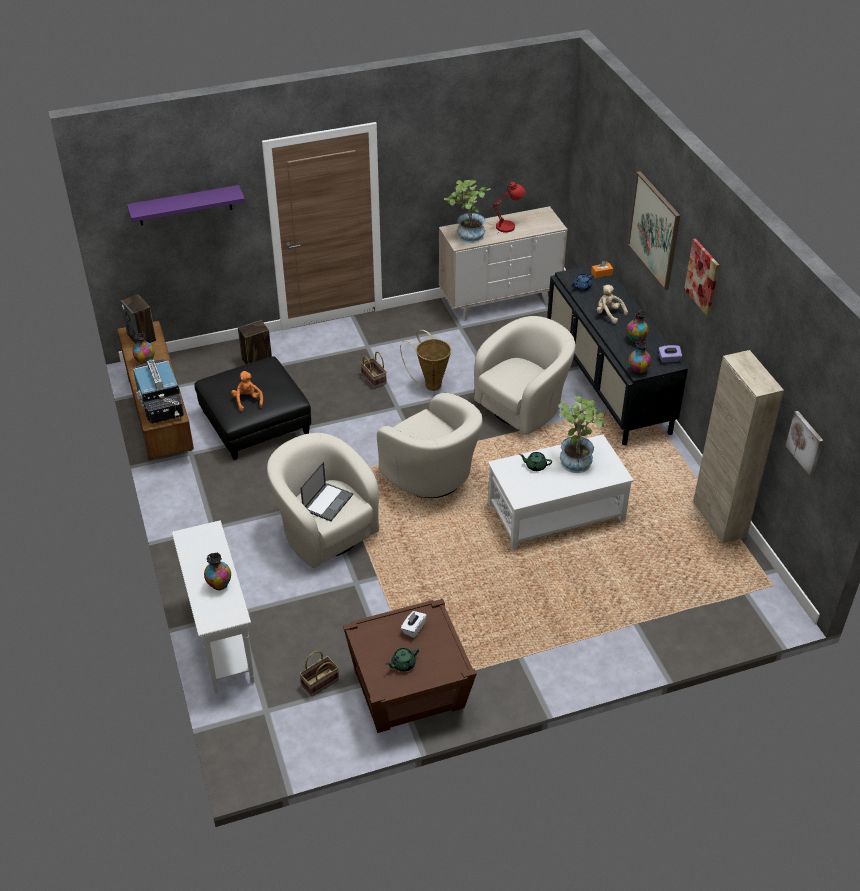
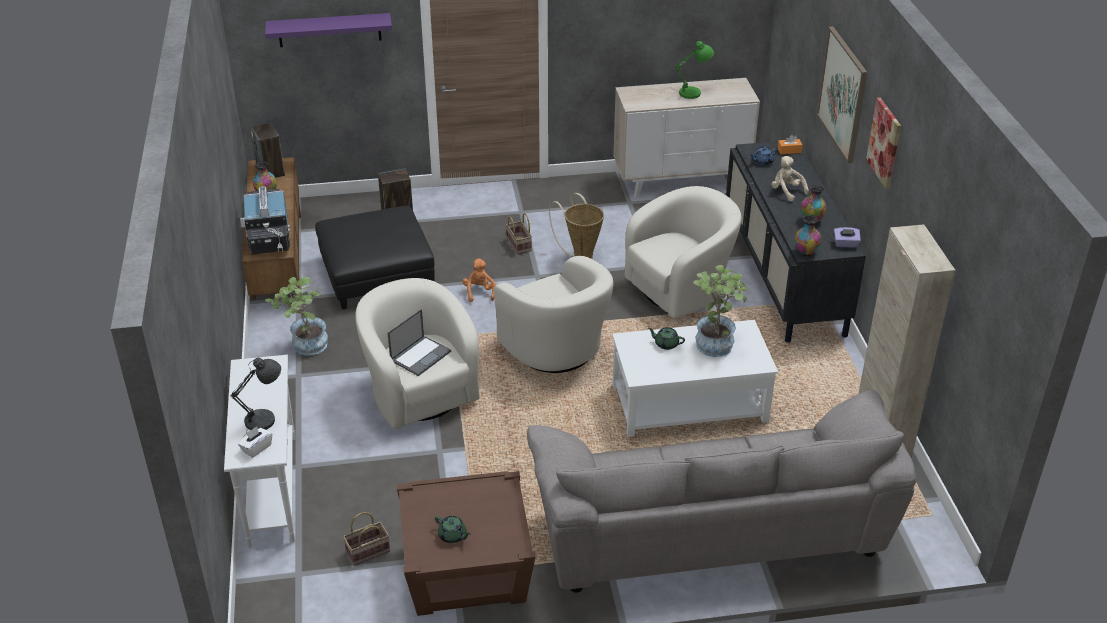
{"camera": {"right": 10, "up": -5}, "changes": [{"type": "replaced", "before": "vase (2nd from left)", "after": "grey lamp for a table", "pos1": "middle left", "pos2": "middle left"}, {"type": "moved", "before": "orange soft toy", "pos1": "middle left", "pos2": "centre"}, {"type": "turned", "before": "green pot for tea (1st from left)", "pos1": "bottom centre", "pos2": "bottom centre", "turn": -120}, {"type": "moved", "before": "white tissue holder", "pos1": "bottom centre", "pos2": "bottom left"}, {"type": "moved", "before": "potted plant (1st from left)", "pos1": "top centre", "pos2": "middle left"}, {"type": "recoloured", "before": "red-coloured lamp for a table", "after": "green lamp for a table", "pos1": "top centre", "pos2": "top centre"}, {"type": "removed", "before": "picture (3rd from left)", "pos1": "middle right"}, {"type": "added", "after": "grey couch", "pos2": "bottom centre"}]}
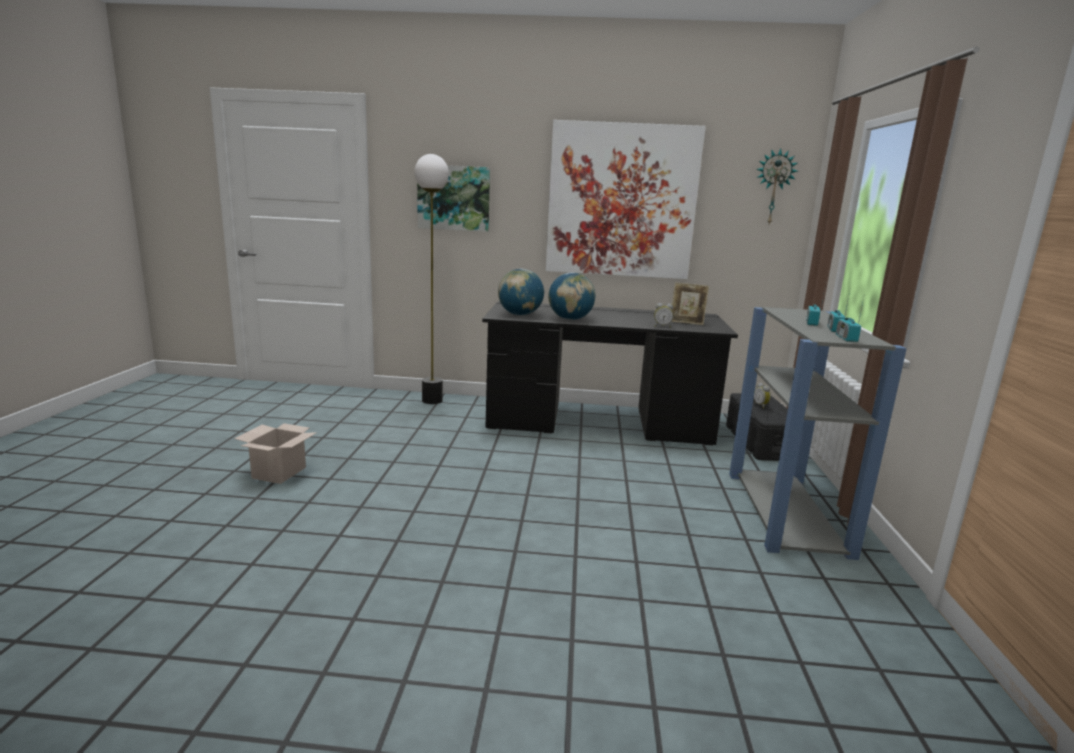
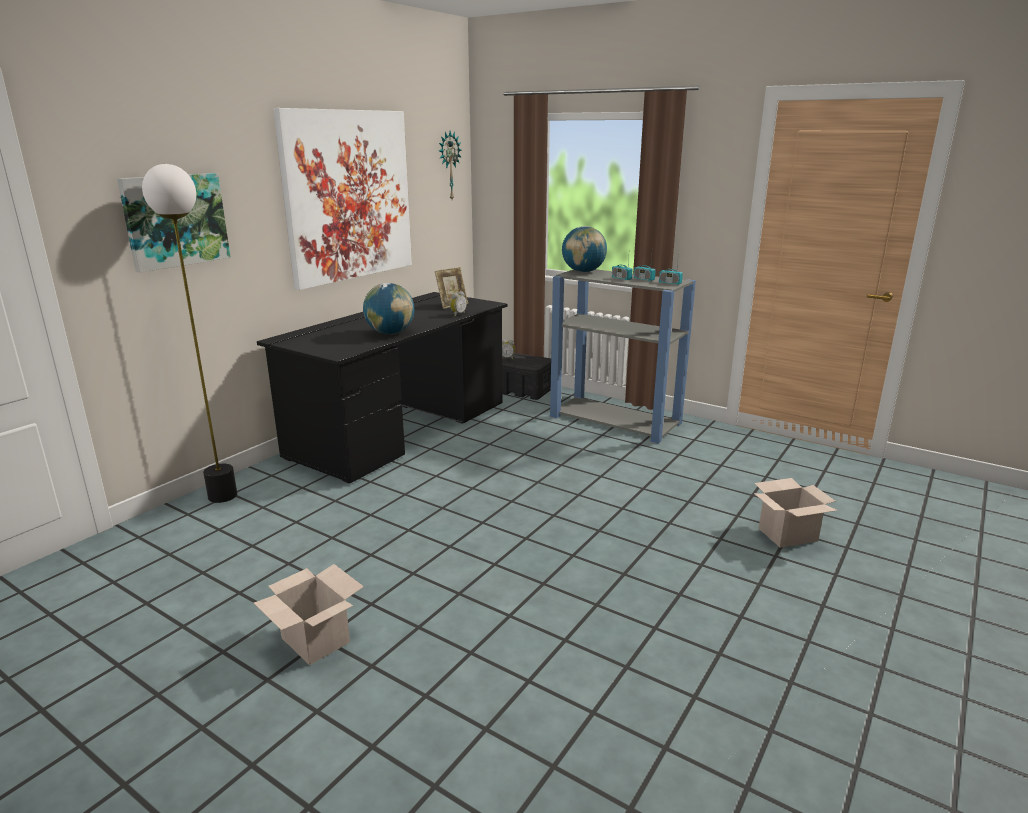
{"camera": {"right": -60, "up": 5}, "changes": [{"type": "moved", "before": "desk globe (1st from left in the first image)", "after": "desk globe (2nd from left)", "pos1": "centre", "pos2": "top centre"}, {"type": "added", "after": "packing box (2nd from left)", "pos2": "middle right"}]}
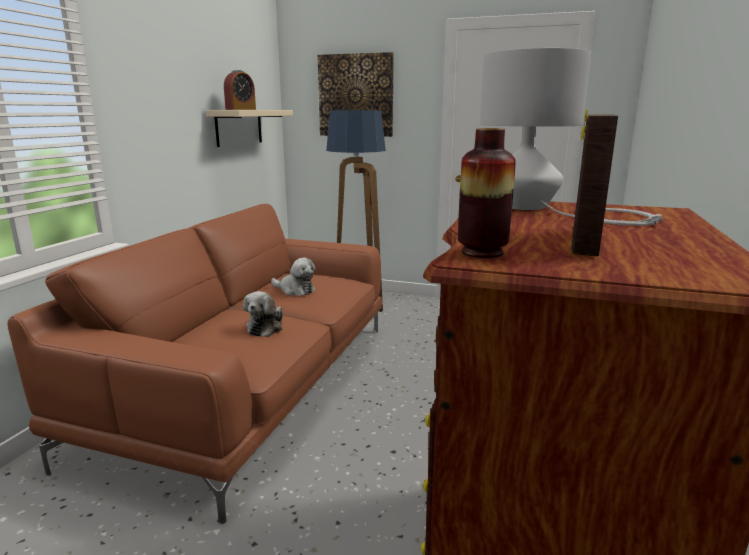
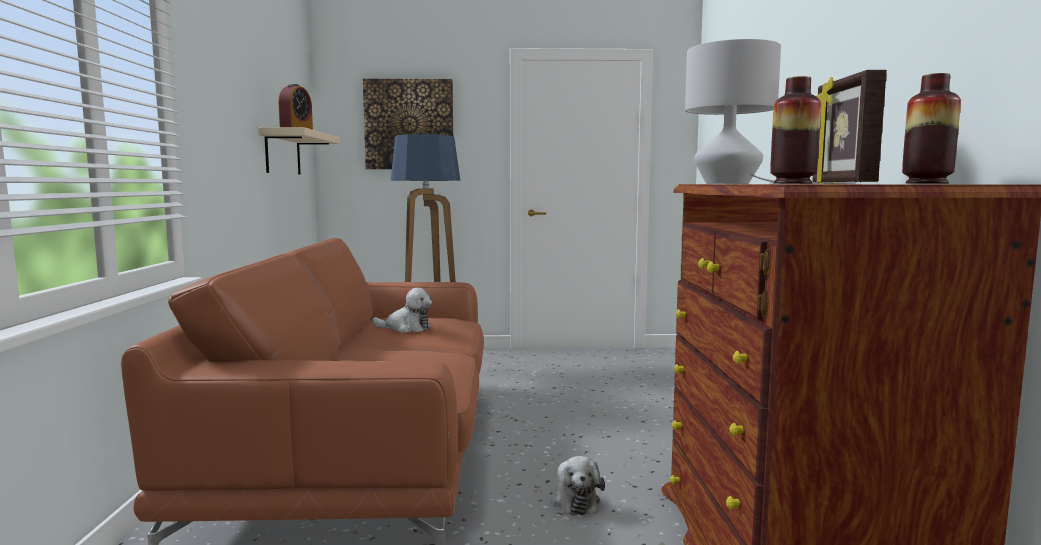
{"camera": {"right": -20, "up": -10}, "changes": [{"type": "moved", "before": "soft toy (1st from left in the first image)", "after": "soft toy (2nd from left)", "pos1": "centre", "pos2": "bottom centre"}, {"type": "added", "after": "vase (2nd from left)", "pos2": "top right"}]}
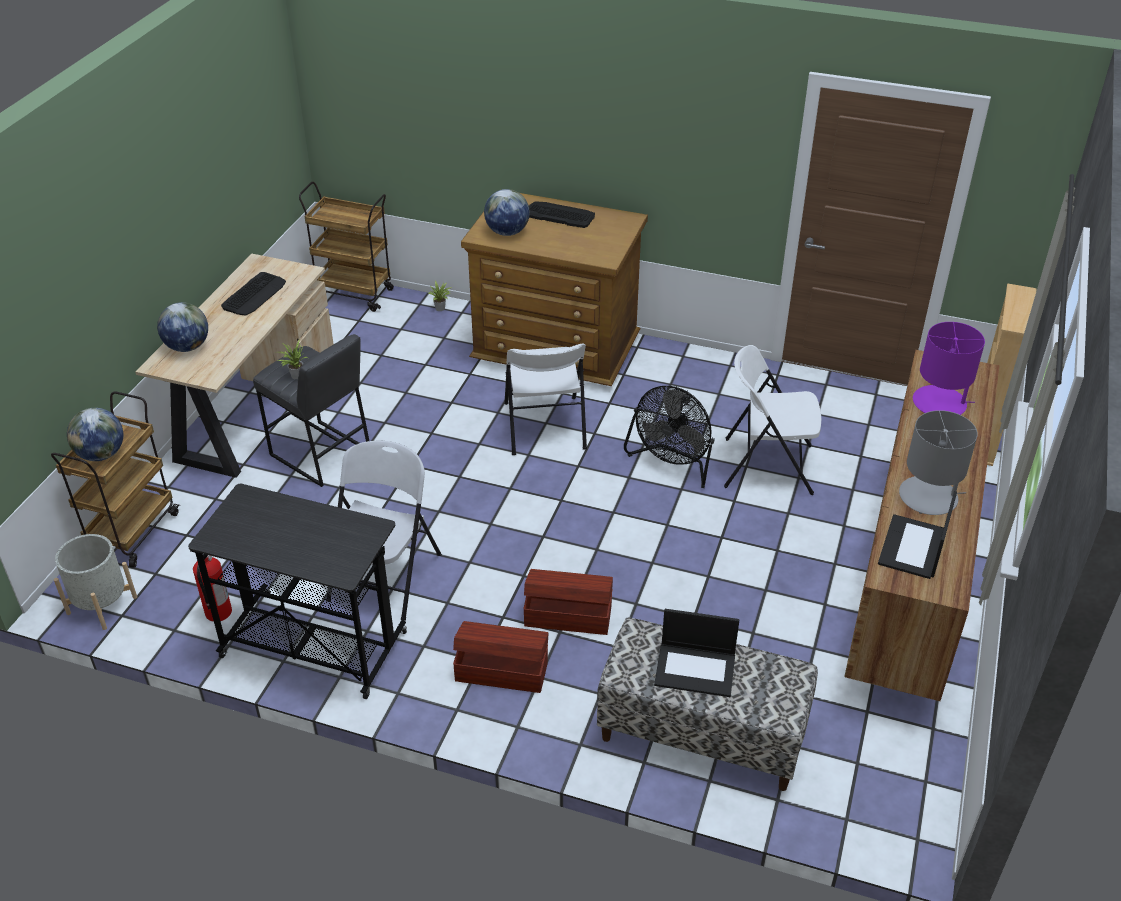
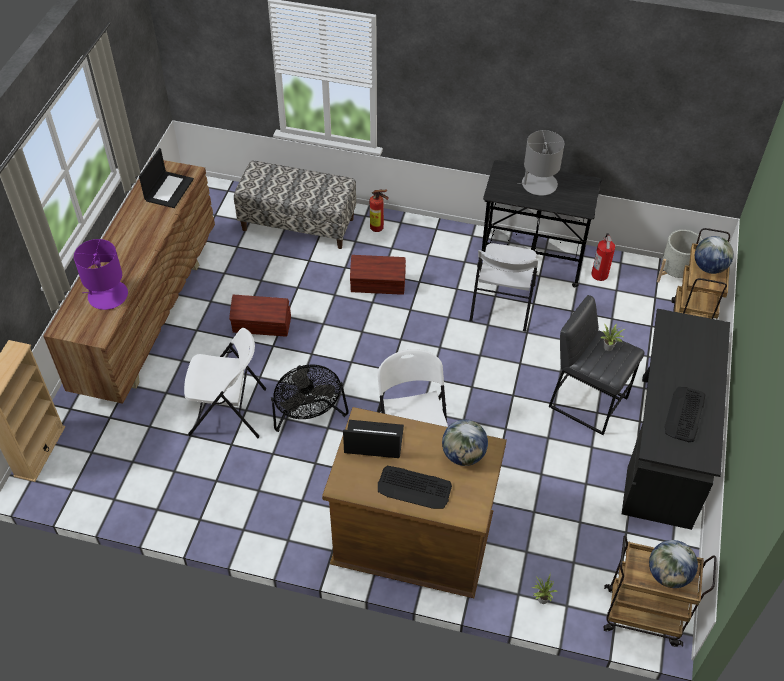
{"camera": {"right": 175, "up": 10}, "changes": [{"type": "recoloured", "before": "sand-coloured desk", "after": "blackish desk (2nd from left)", "pos1": "middle left", "pos2": "middle right"}, {"type": "moved", "before": "desk globe (2nd from left)", "pos1": "middle left", "pos2": "bottom right"}, {"type": "moved", "before": "brown-coloured storage box (1st from left)", "pos1": "bottom centre", "pos2": "middle left"}, {"type": "turned", "before": "blackish fan", "pos1": "centre", "pos2": "centre", "turn": 135}, {"type": "moved", "before": "notebook computer (1st from left in the first image)", "after": "notebook computer (2nd from left)", "pos1": "bottom centre", "pos2": "centre"}, {"type": "moved", "before": "grey lamp for a table", "pos1": "middle right", "pos2": "top right"}, {"type": "added", "after": "fire-fighting cylinder (1st from left)", "pos2": "top centre"}]}
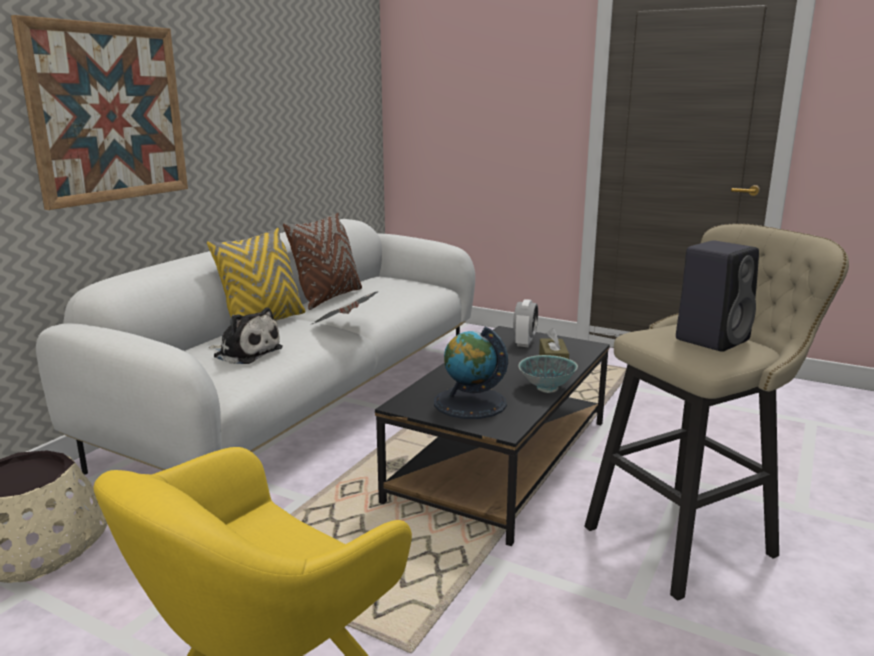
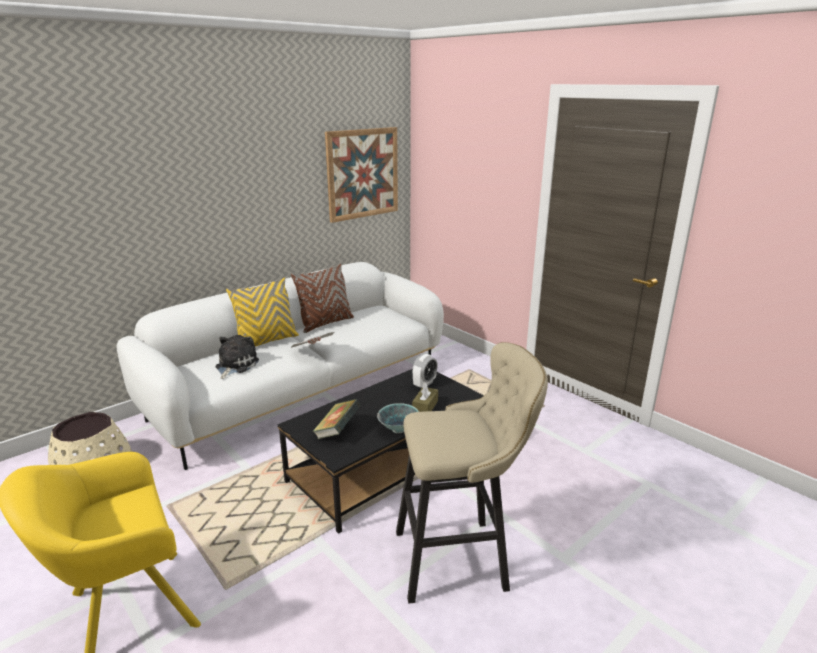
{"camera": {"right": 20, "up": 5}, "changes": [{"type": "moved", "before": "picture", "pos1": "top left", "pos2": "top centre"}, {"type": "turned", "before": "soft toy", "pos1": "middle left", "pos2": "middle left", "turn": -120}, {"type": "replaced", "before": "desk globe", "after": "book", "pos1": "centre", "pos2": "centre"}, {"type": "removed", "before": "blackish loudspeaker", "pos1": "middle right"}]}
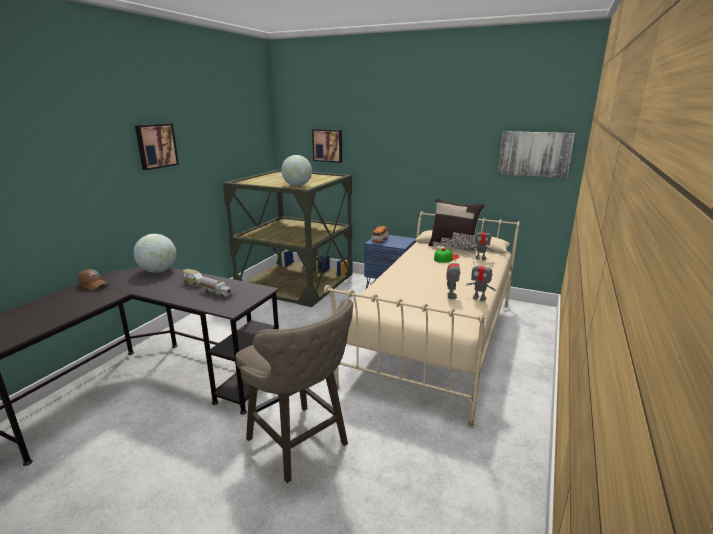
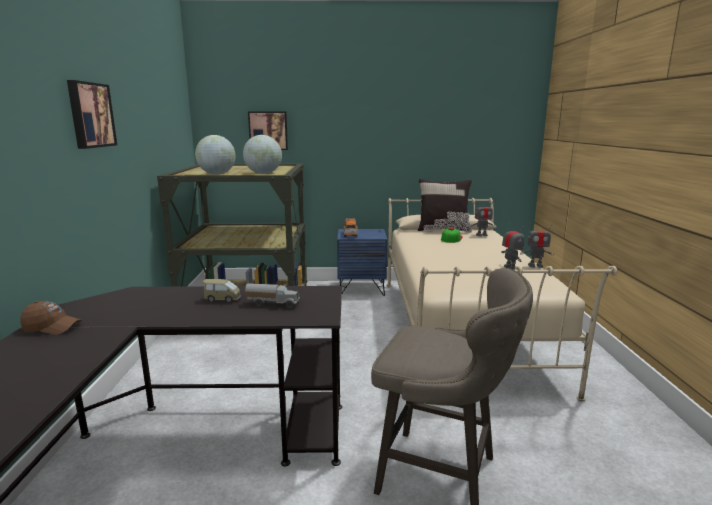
{"camera": {"right": -25, "up": -5}, "changes": [{"type": "moved", "before": "desk globe (1st from left)", "pos1": "middle left", "pos2": "top left"}, {"type": "removed", "before": "picture (3rd from left)", "pos1": "top right"}]}
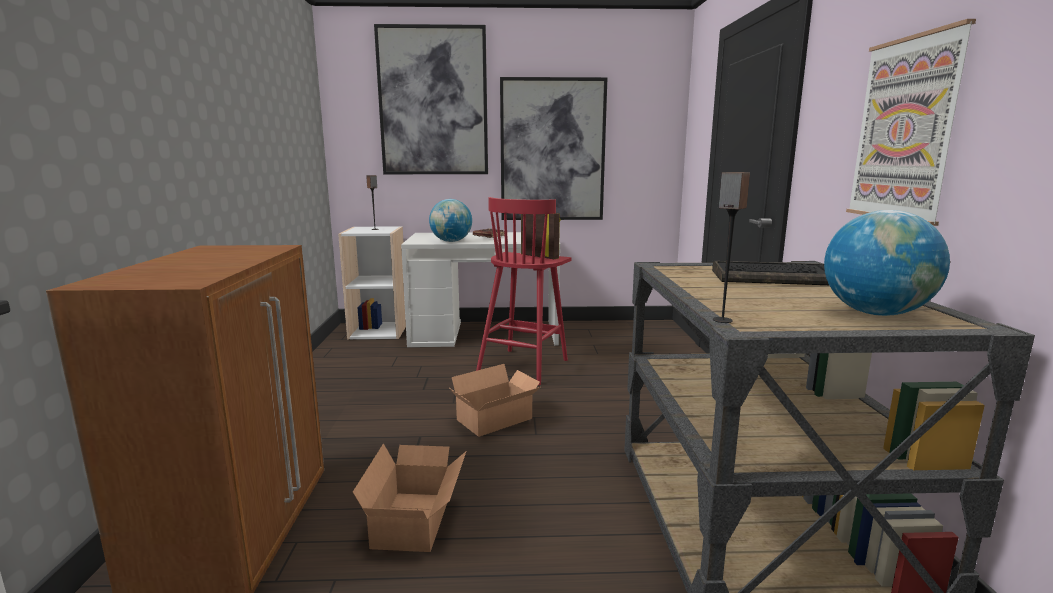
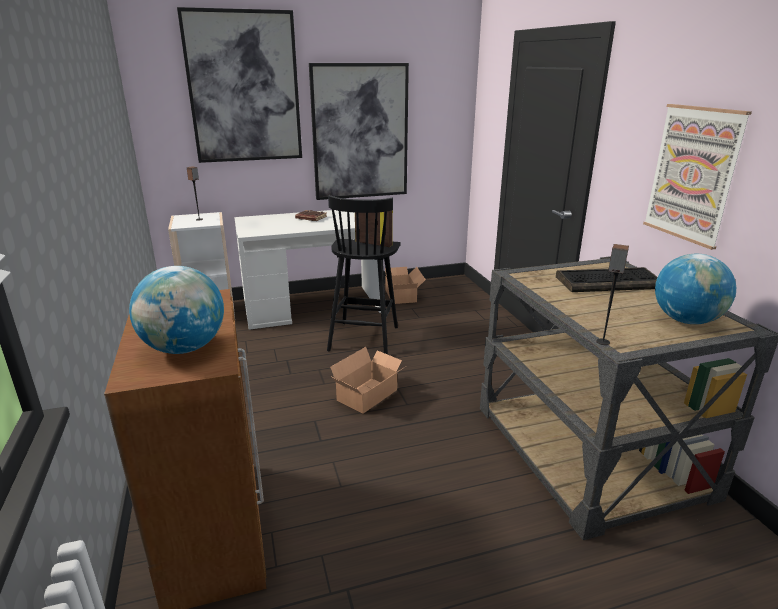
{"camera": {"right": -15, "up": 10}, "changes": [{"type": "moved", "before": "packing box (1st from left in the first image)", "after": "packing box (2nd from left)", "pos1": "bottom centre", "pos2": "centre"}, {"type": "moved", "before": "desk globe (1st from left)", "pos1": "centre", "pos2": "middle left"}, {"type": "recoloured", "before": "red-coloured sitting stool", "after": "blackish sitting stool", "pos1": "centre", "pos2": "centre"}]}
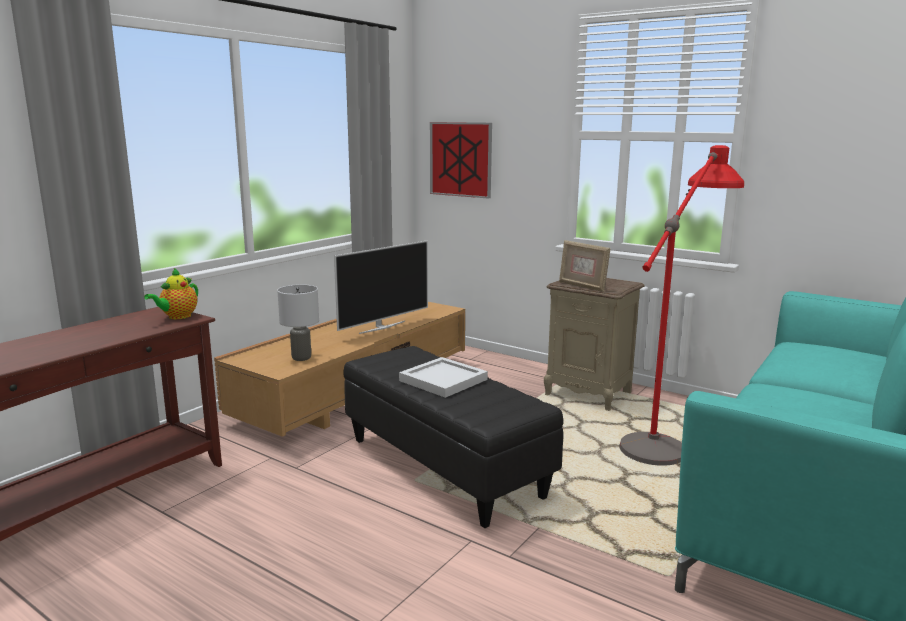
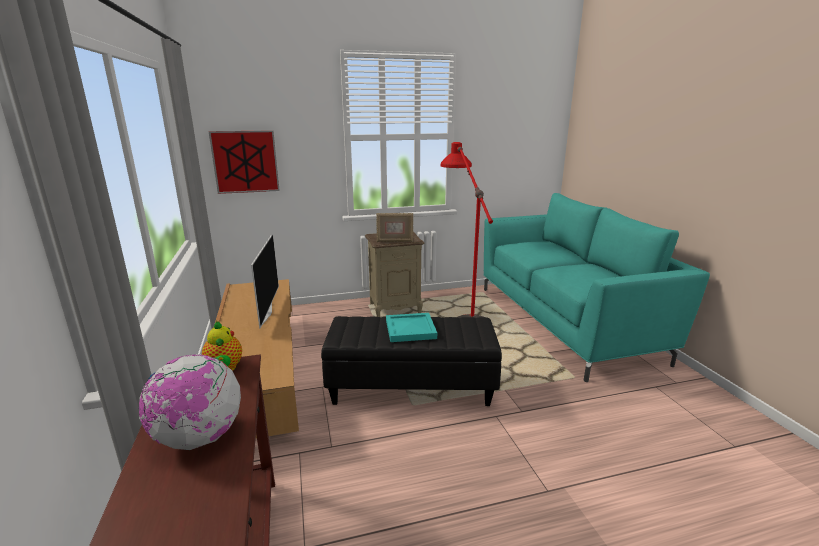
{"camera": {"right": -50, "up": 5}, "changes": [{"type": "removed", "before": "white lamp for a table", "pos1": "middle left"}, {"type": "recoloured", "before": "white tray", "after": "blue-green tray", "pos1": "centre", "pos2": "centre"}, {"type": "added", "after": "desk globe", "pos2": "bottom left"}]}
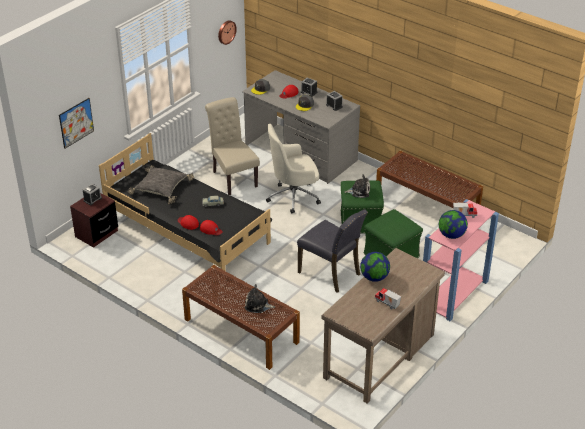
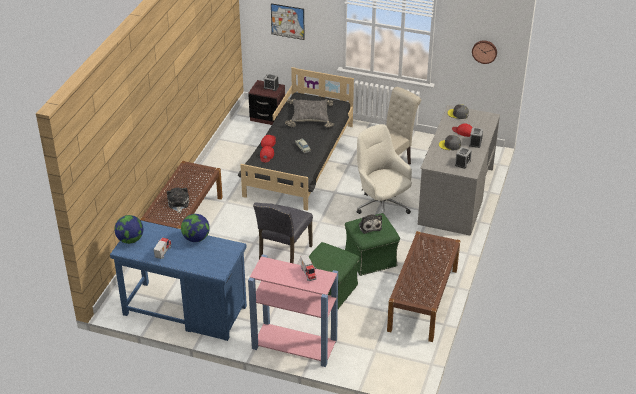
{"camera": {"right": 70, "up": 0}, "changes": [{"type": "recoloured", "before": "brown-coloured desk", "after": "blue-coloured desk", "pos1": "bottom centre", "pos2": "bottom left"}, {"type": "moved", "before": "desk globe (2nd from left in the first image)", "after": "desk globe (1st from left)", "pos1": "middle right", "pos2": "middle left"}]}
